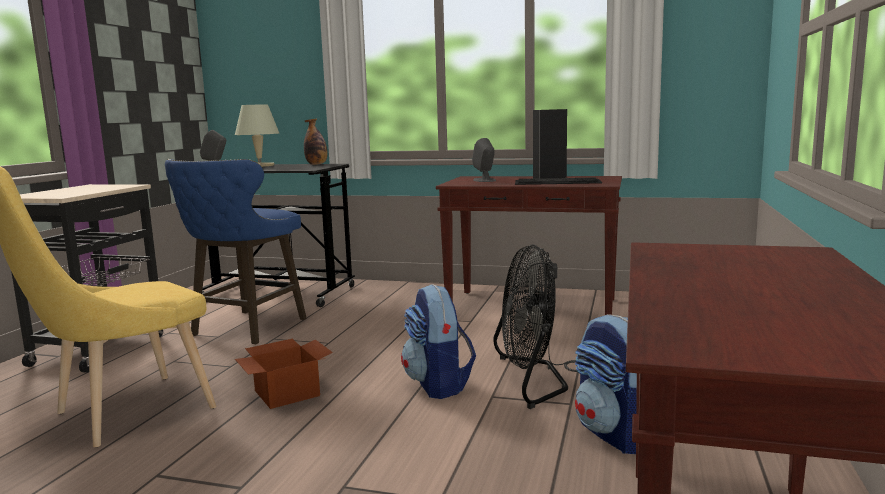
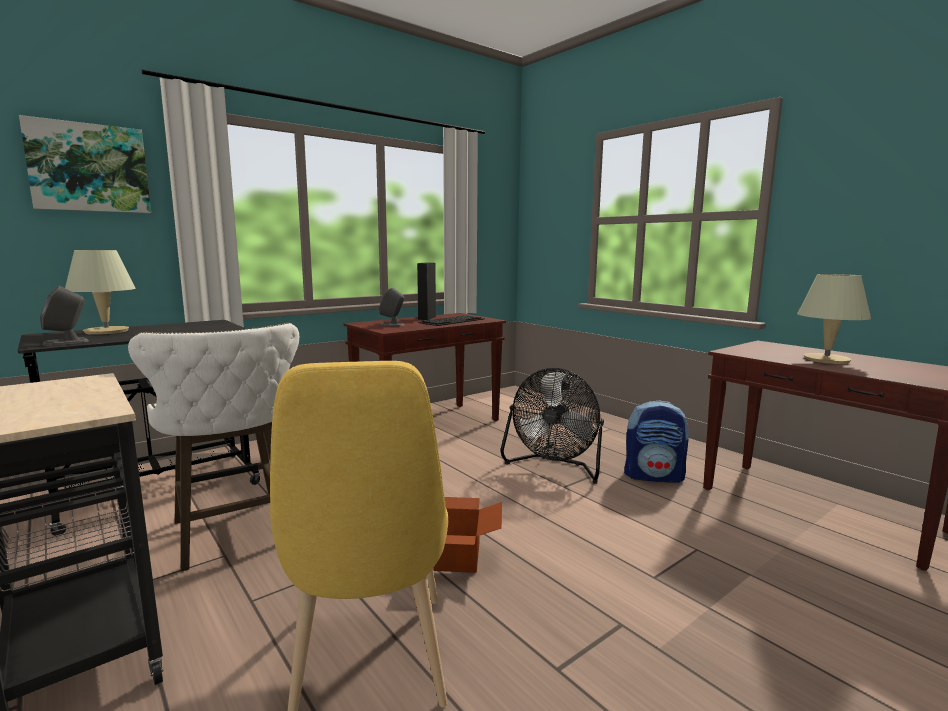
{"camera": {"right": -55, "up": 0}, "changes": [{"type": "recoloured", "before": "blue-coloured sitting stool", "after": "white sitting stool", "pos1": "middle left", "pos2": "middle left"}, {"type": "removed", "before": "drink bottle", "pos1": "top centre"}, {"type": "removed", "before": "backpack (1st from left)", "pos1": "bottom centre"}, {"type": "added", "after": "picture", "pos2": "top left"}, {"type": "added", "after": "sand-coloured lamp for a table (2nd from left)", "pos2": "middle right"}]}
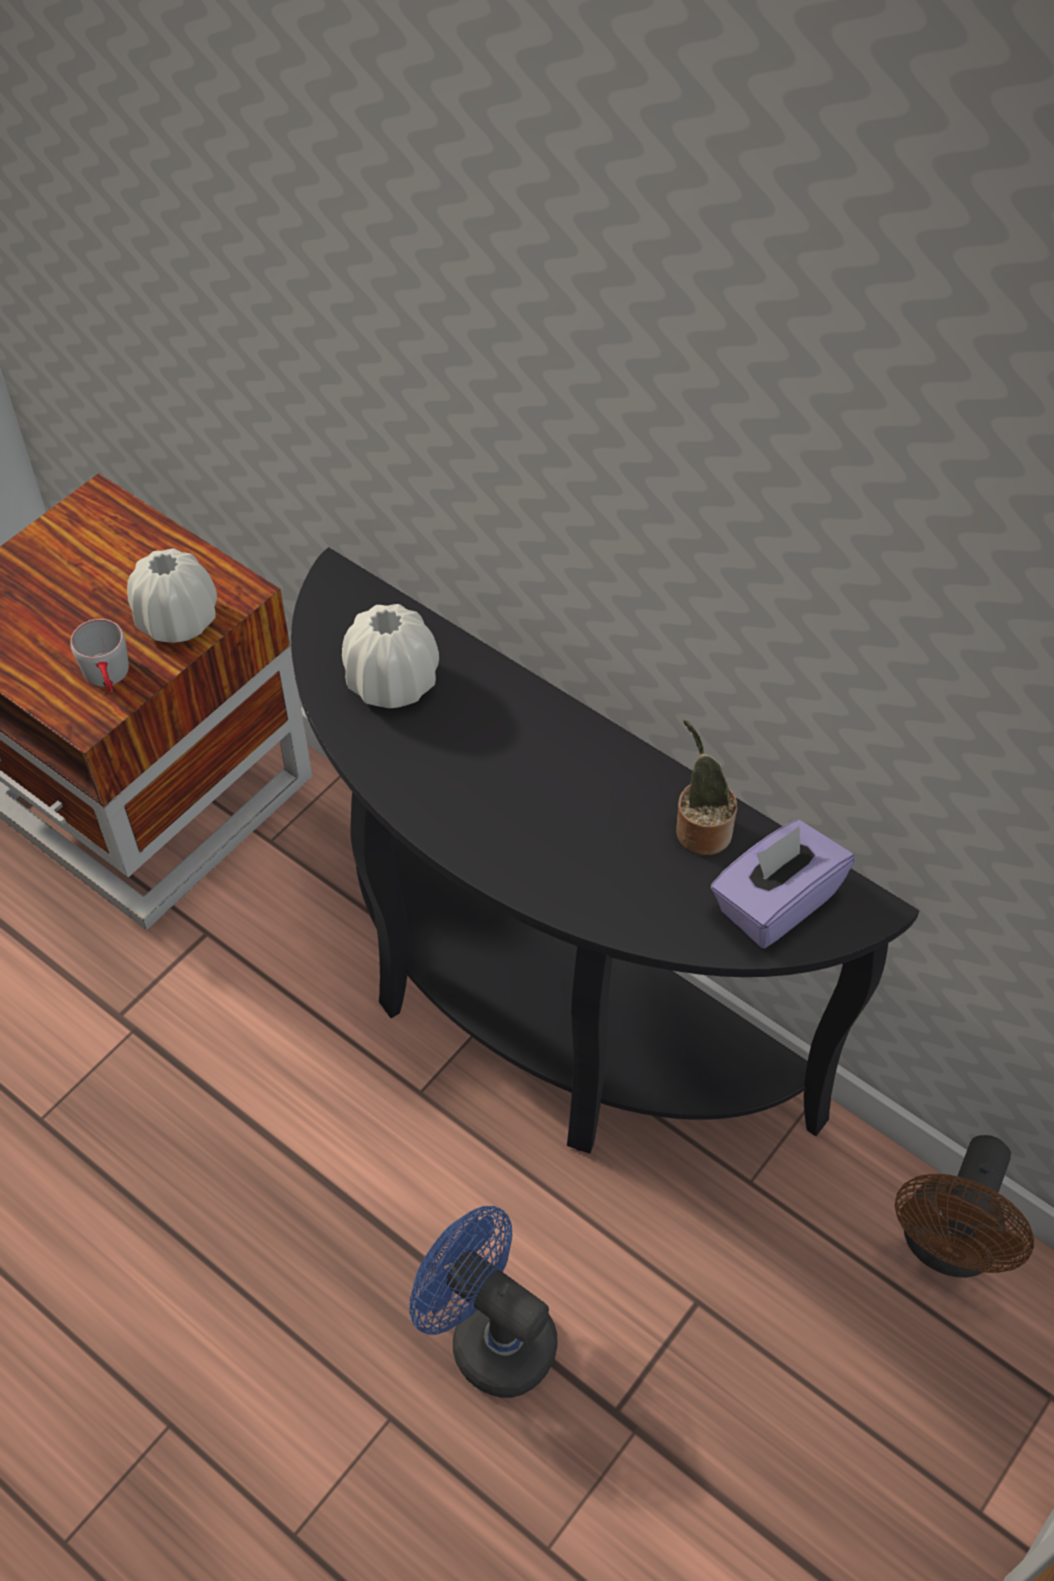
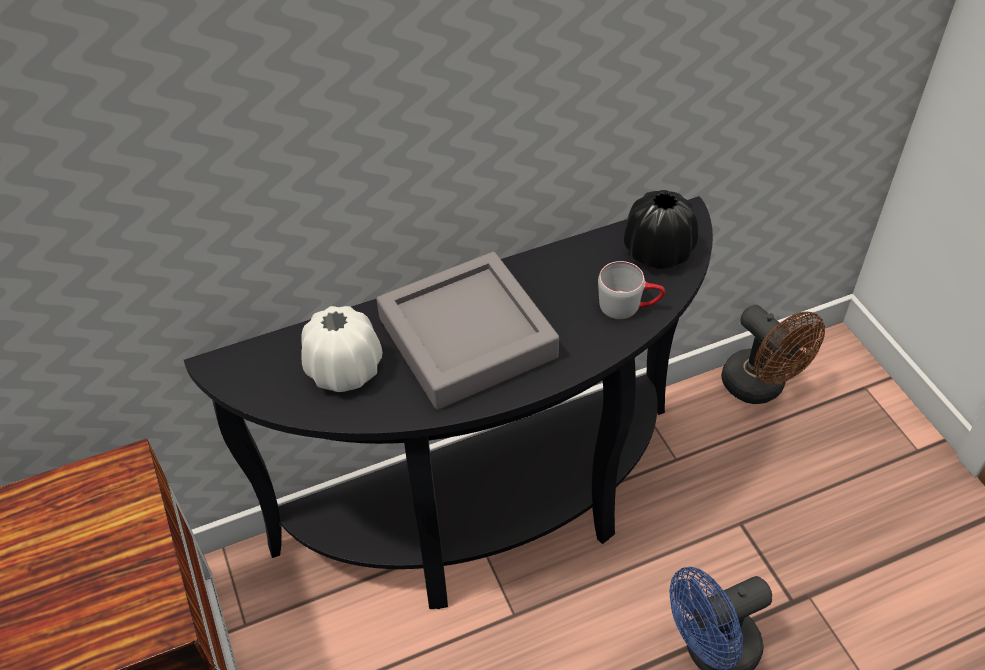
{"camera": {"right": -60, "up": -5}, "changes": [{"type": "moved", "before": "grey coffee mug", "pos1": "middle left", "pos2": "centre"}, {"type": "removed", "before": "white vase (1st from left)", "pos1": "middle left"}, {"type": "removed", "before": "potted plant", "pos1": "middle right"}, {"type": "replaced", "before": "purple-coloured tissue holder", "after": "blackish vase", "pos1": "middle right", "pos2": "middle right"}, {"type": "added", "after": "grey tray", "pos2": "centre"}]}
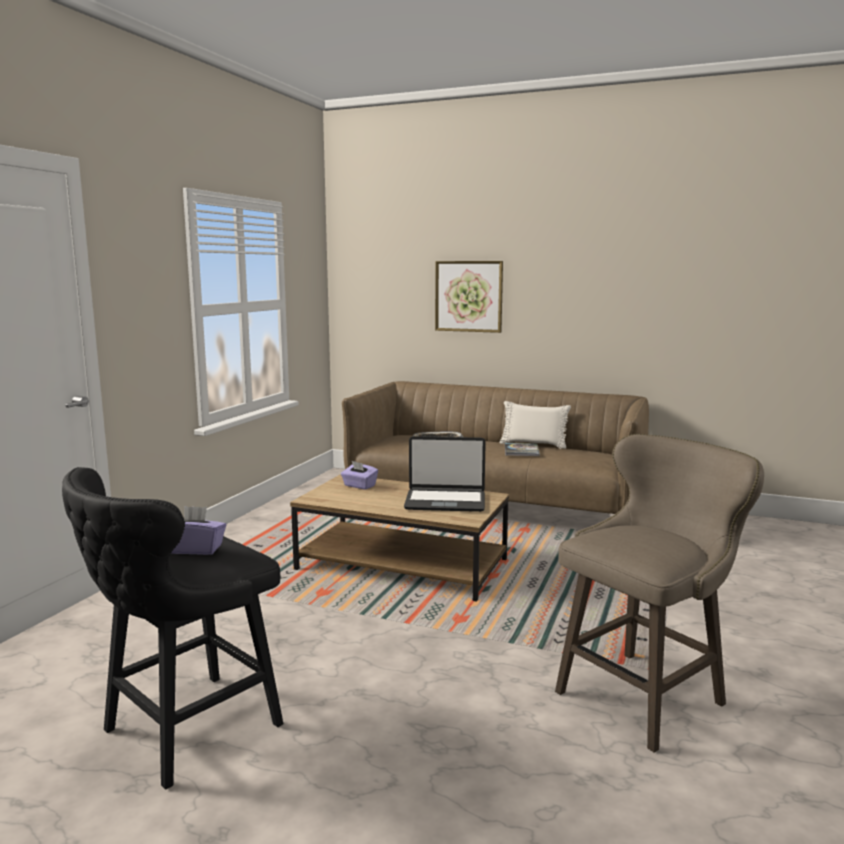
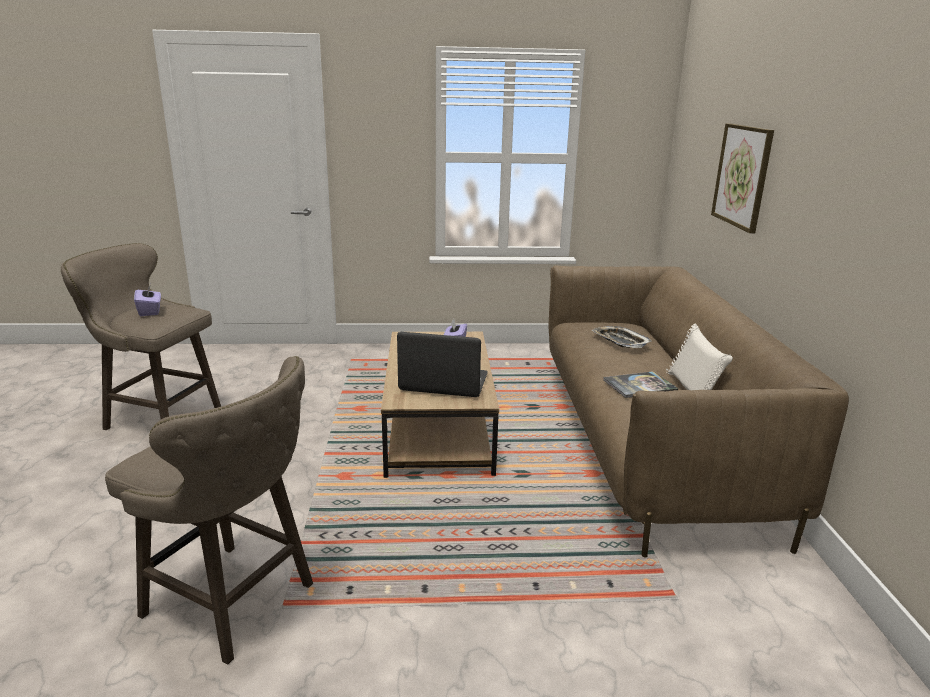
{"camera": {"right": 65, "up": 10}, "changes": [{"type": "recoloured", "before": "blackish sitting stool", "after": "sand-coloured sitting stool (1st from left)", "pos1": "bottom left", "pos2": "middle left"}, {"type": "turned", "before": "notebook computer", "pos1": "centre", "pos2": "centre", "turn": 120}]}
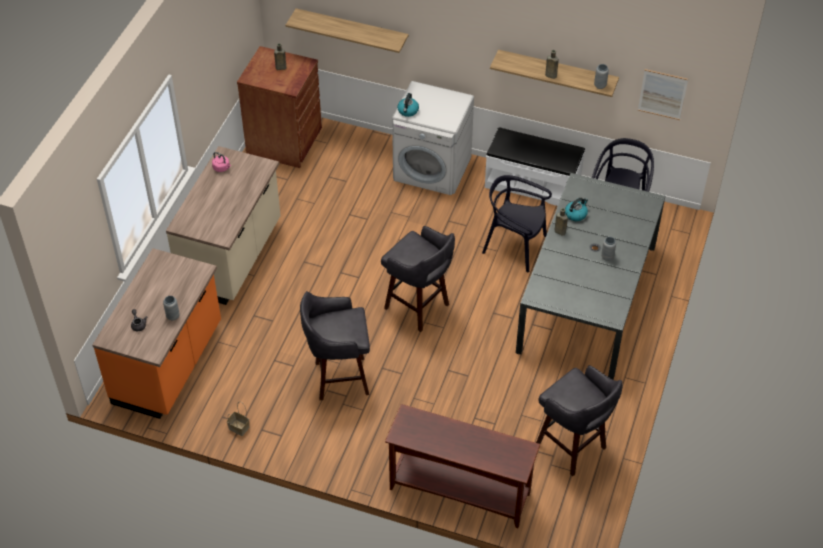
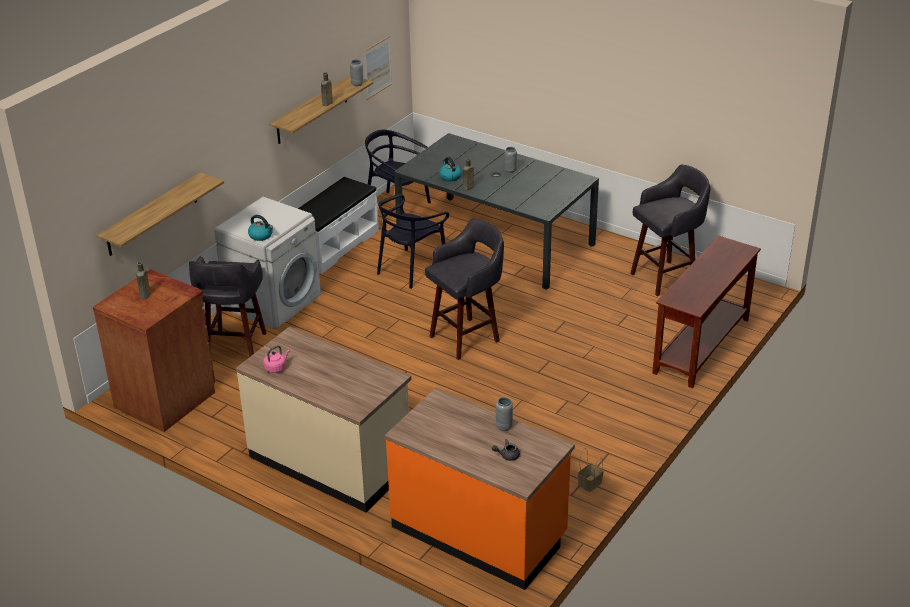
{"camera": {"right": -75, "up": -15}, "changes": [{"type": "moved", "before": "grey sitting stool (1st from left)", "pos1": "centre", "pos2": "middle left"}]}
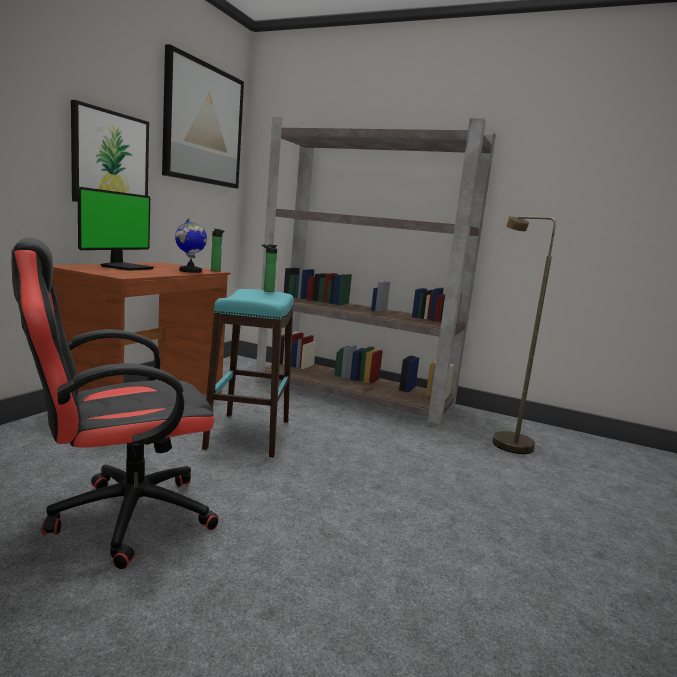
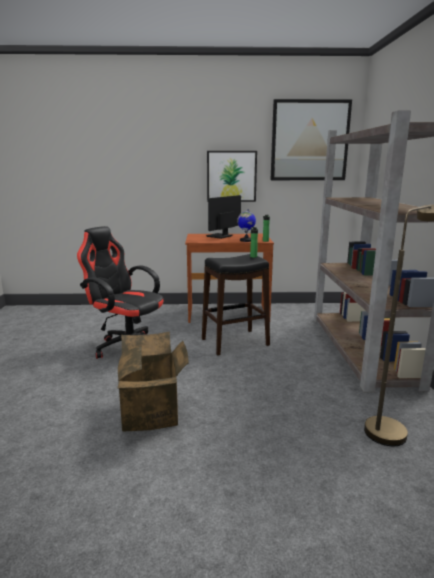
{"camera": {"right": 65, "up": 5}, "changes": [{"type": "turned", "before": "monitor", "pos1": "middle left", "pos2": "centre", "turn": 135}, {"type": "recoloured", "before": "blue-green sitting stool", "after": "blackish sitting stool", "pos1": "centre", "pos2": "centre"}, {"type": "added", "after": "packing box", "pos2": "centre"}]}
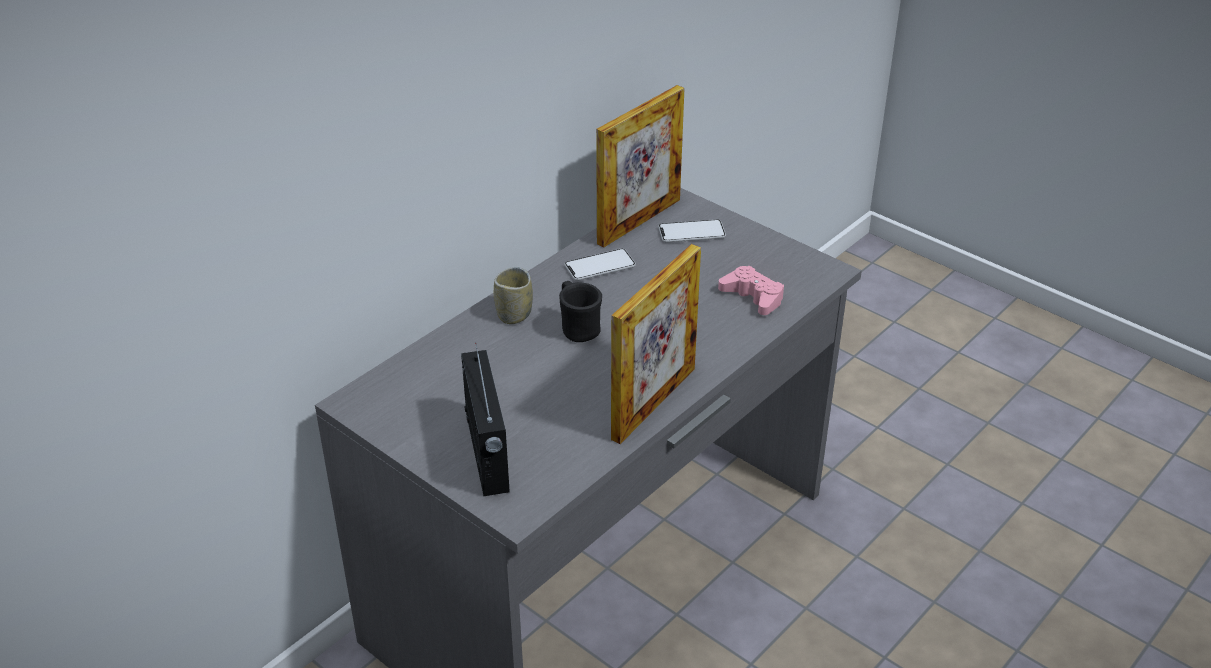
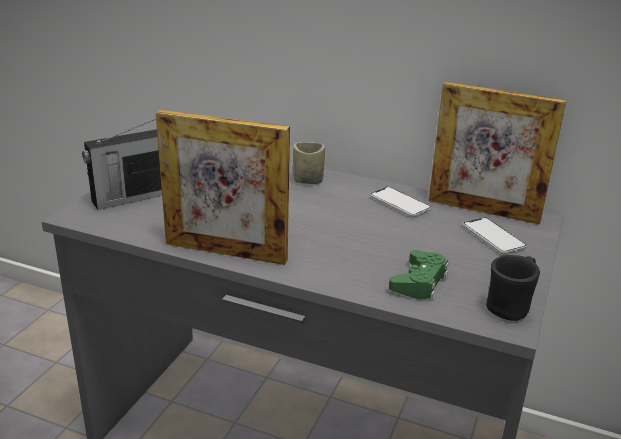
{"camera": {"right": 70, "up": -10}, "changes": [{"type": "moved", "before": "blackish coffee mug", "pos1": "centre", "pos2": "middle right"}, {"type": "recoloured", "before": "pink gamepad", "after": "green gamepad", "pos1": "centre", "pos2": "middle right"}]}
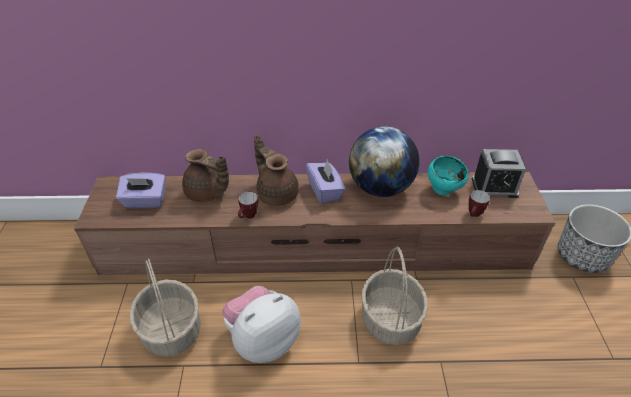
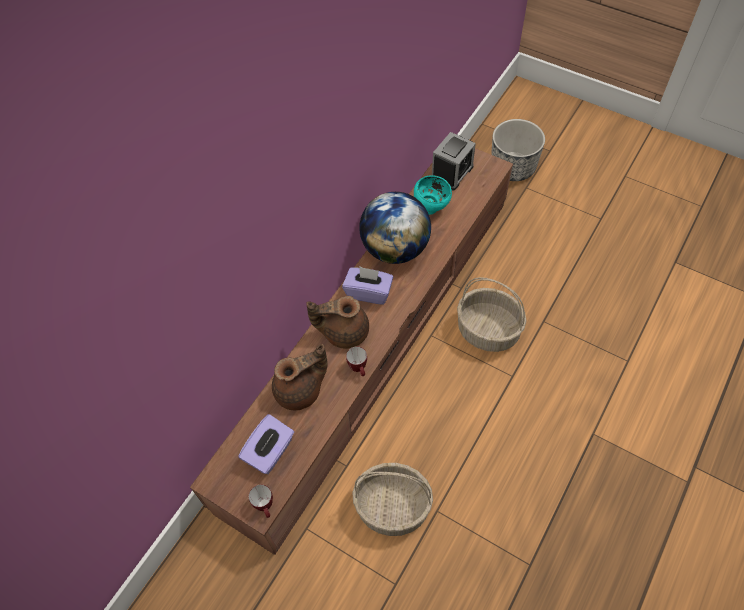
{"camera": {"right": -55, "up": 15}, "changes": [{"type": "removed", "before": "soft toy", "pos1": "bottom centre"}, {"type": "moved", "before": "coffee mug (2nd from left in the first image)", "after": "coffee mug (1st from left)", "pos1": "middle right", "pos2": "bottom centre"}]}
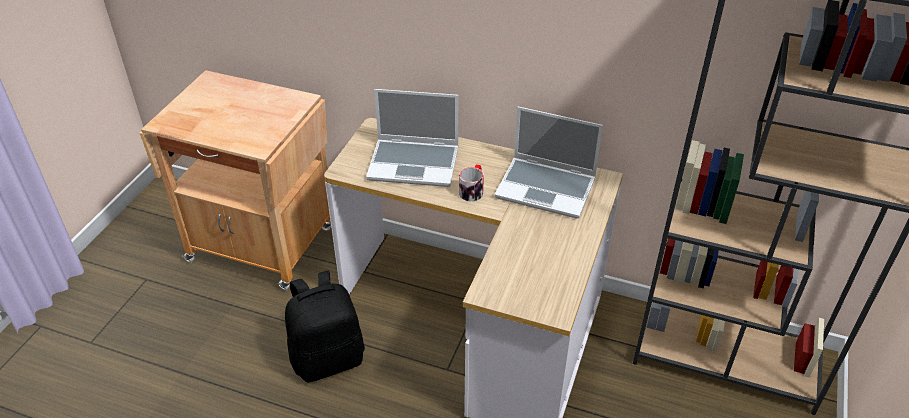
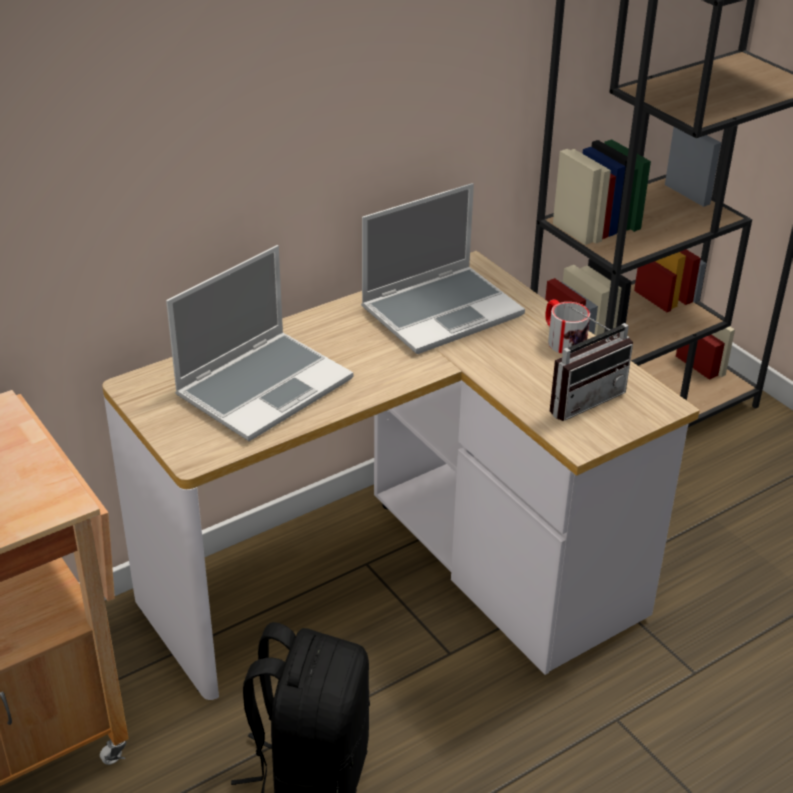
{"camera": {"right": -55, "up": -5}, "changes": [{"type": "moved", "before": "coffee mug", "pos1": "centre", "pos2": "middle right"}, {"type": "added", "after": "radio receiver", "pos2": "middle right"}]}
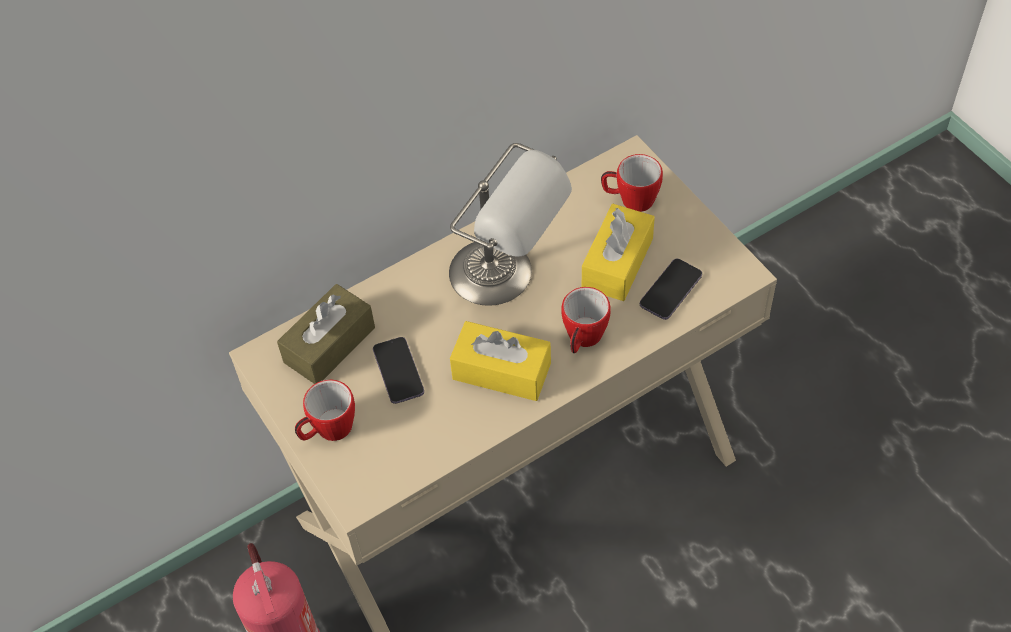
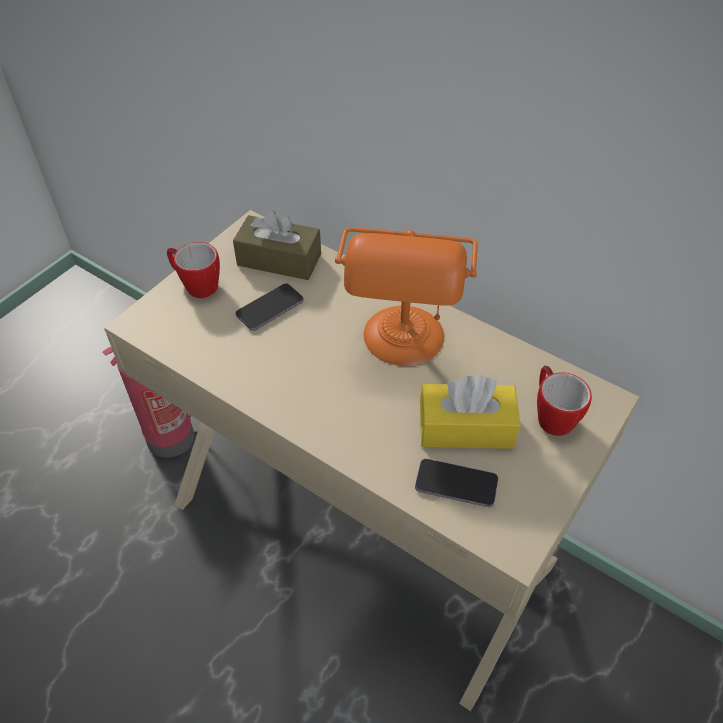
{"camera": {"right": 65, "up": -5}, "changes": [{"type": "recoloured", "before": "white lamp for a table", "after": "orange lamp for a table", "pos1": "centre", "pos2": "centre"}, {"type": "removed", "before": "yellow-coloured tissue holder (1st from left)", "pos1": "centre"}, {"type": "removed", "before": "coffee mug (2nd from left)", "pos1": "centre"}]}
